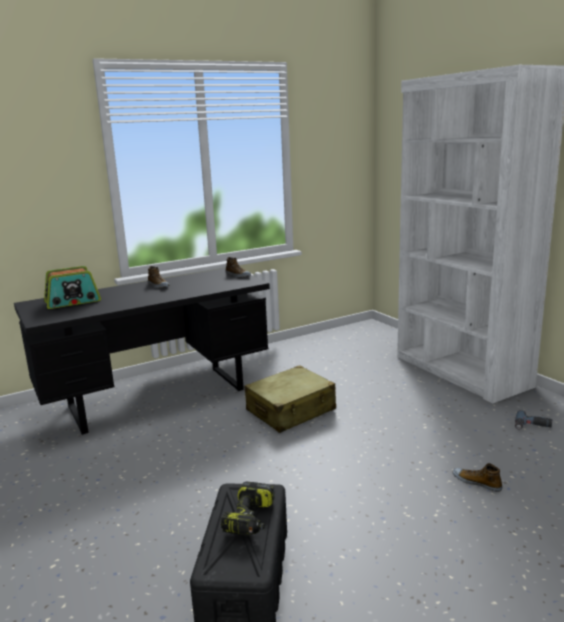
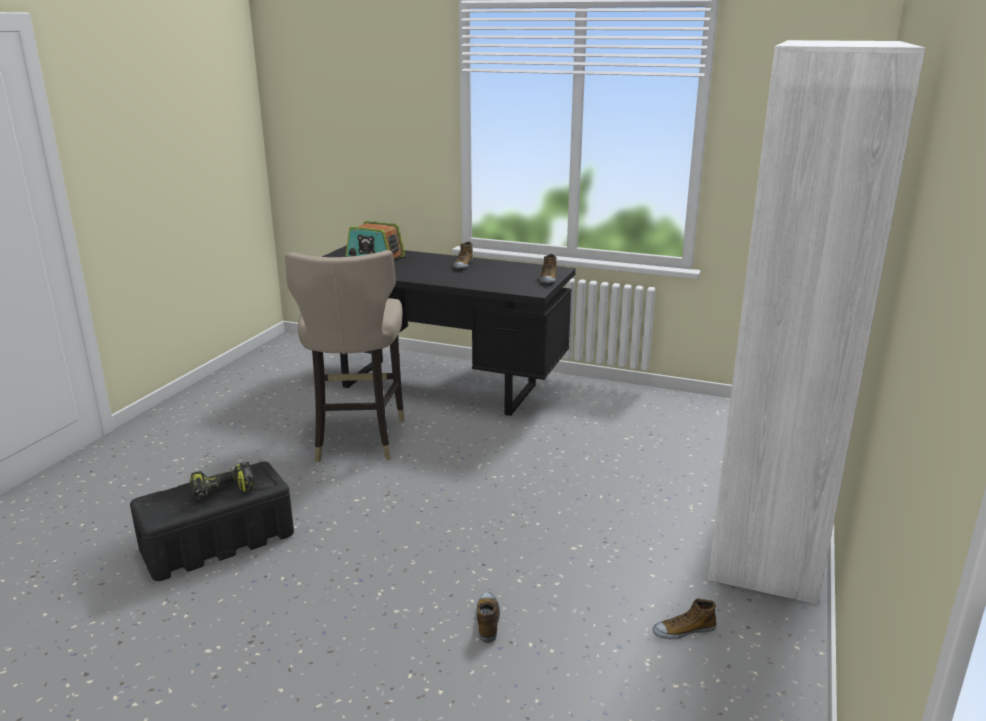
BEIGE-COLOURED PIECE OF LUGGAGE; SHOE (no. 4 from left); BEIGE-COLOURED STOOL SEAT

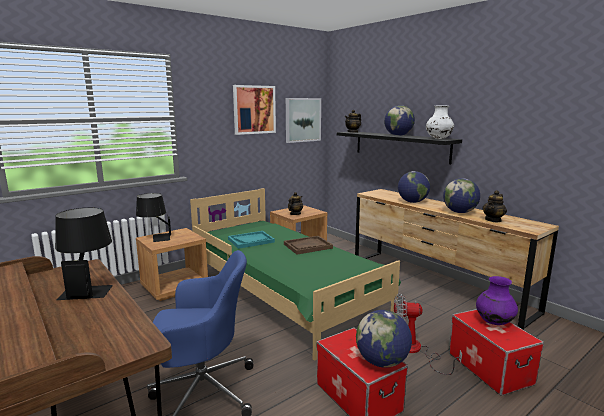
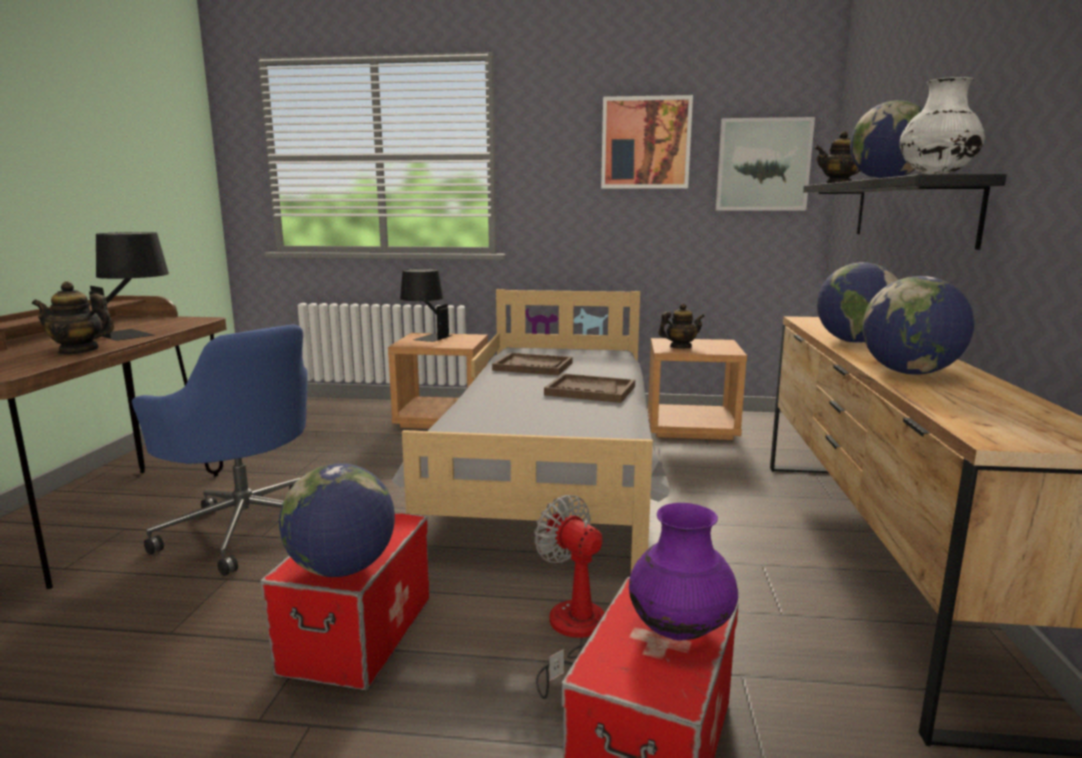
GRAY BEDROOM BED; BROWNISH TRAY (no. 1 from left); TEAPOT (no. 1 from left)

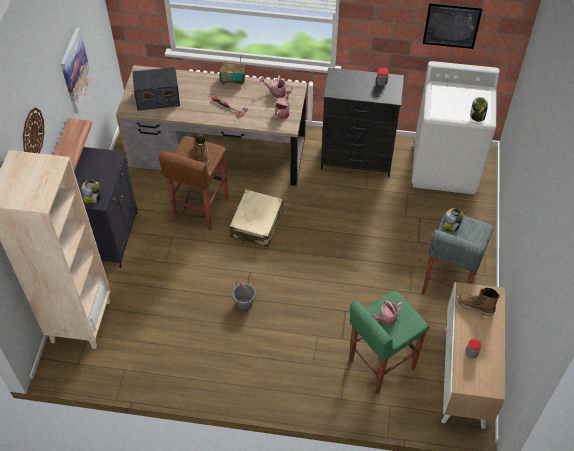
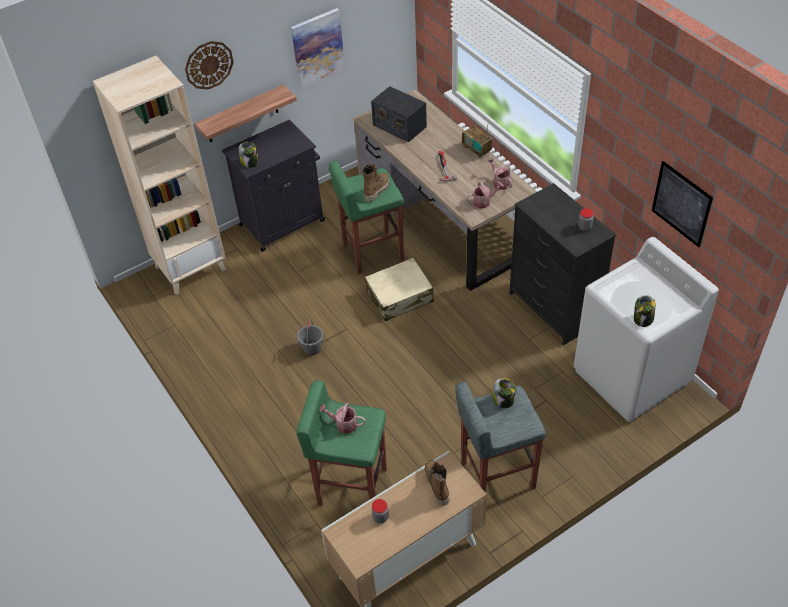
GREENISH STOOL SEAT (no. 2 from left)

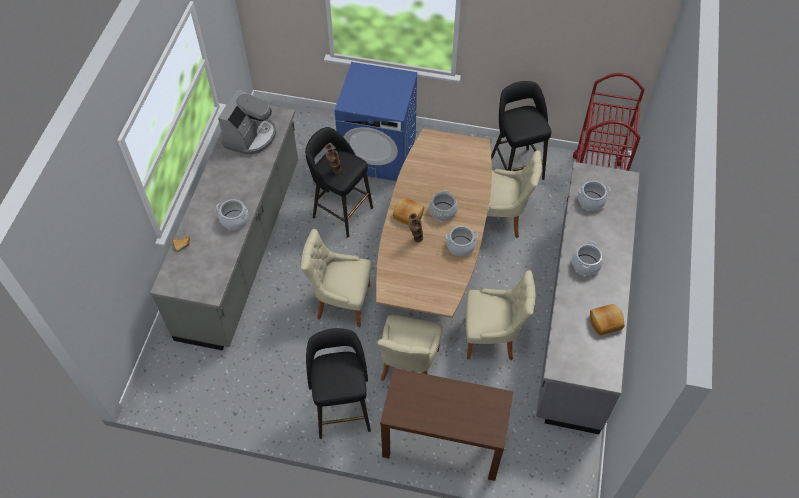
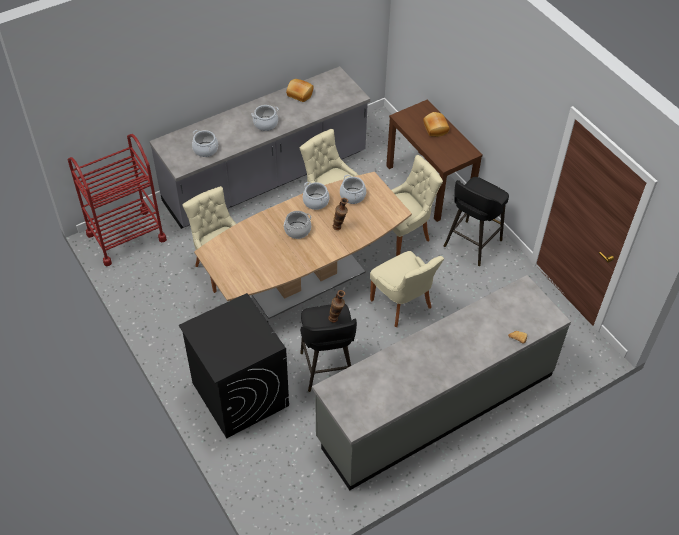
STOCKPOT (no. 5 from left); COFFEE MACHINE; BLACK-COLOURED WASHING MACHINE; BAKED BREAD (no. 2 from left); BLACK-COLOURED STOOL SEAT (no. 3 from left in the first image)

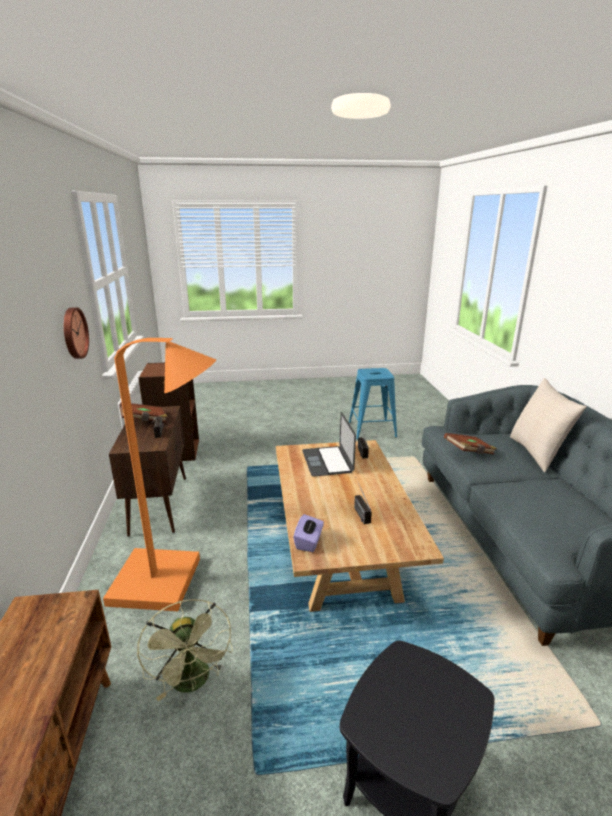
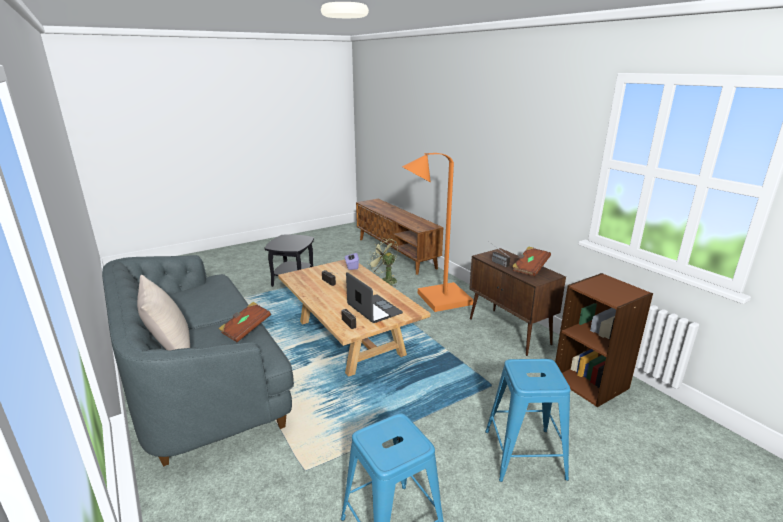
CLOCK ON THE WALL; BLUE-COLOURED STOOL SEAT (no. 2 from left)

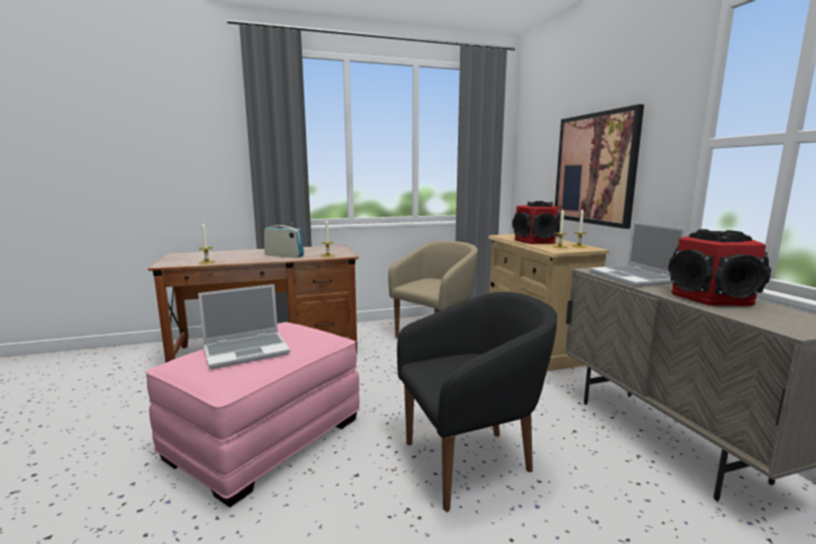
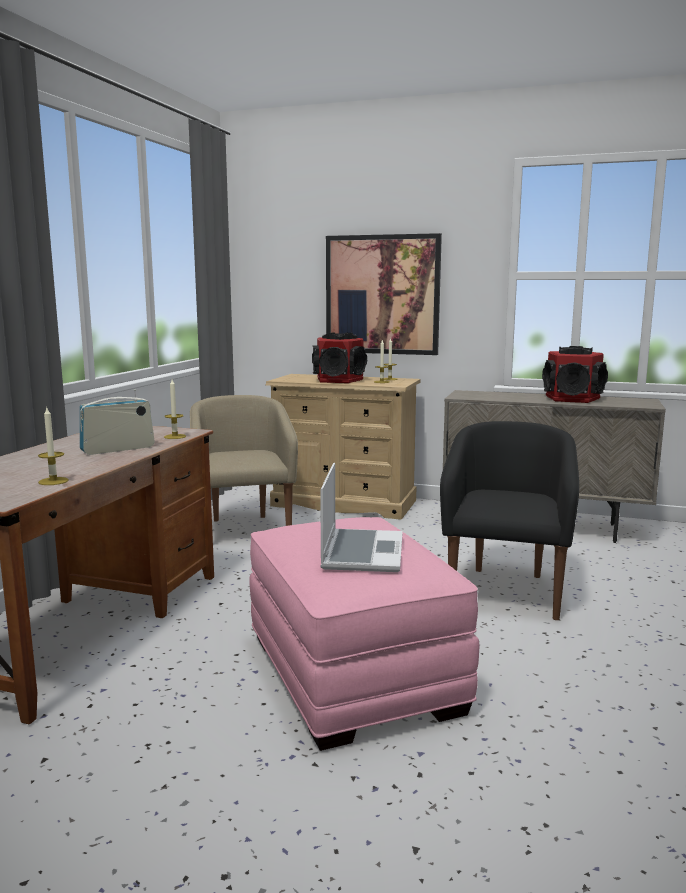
PORTABLE COMPUTER (no. 2 from left in the first image)

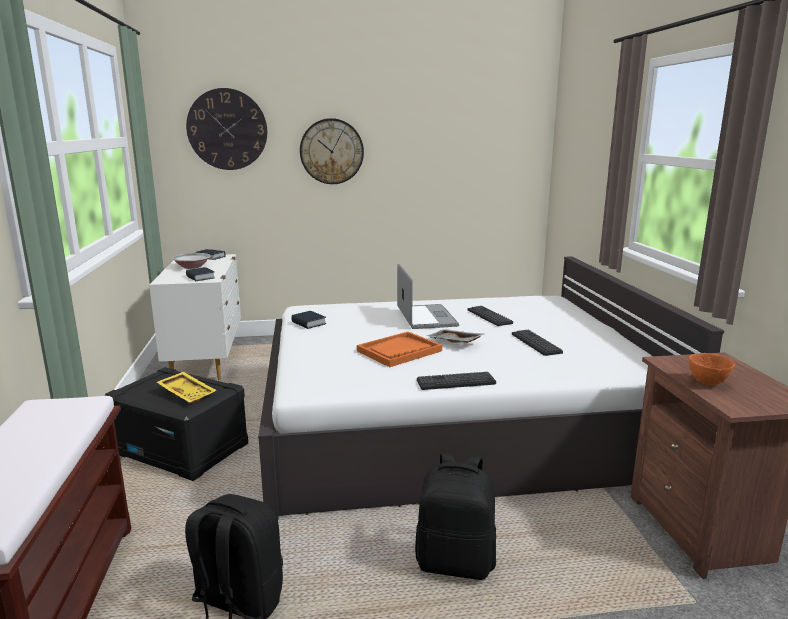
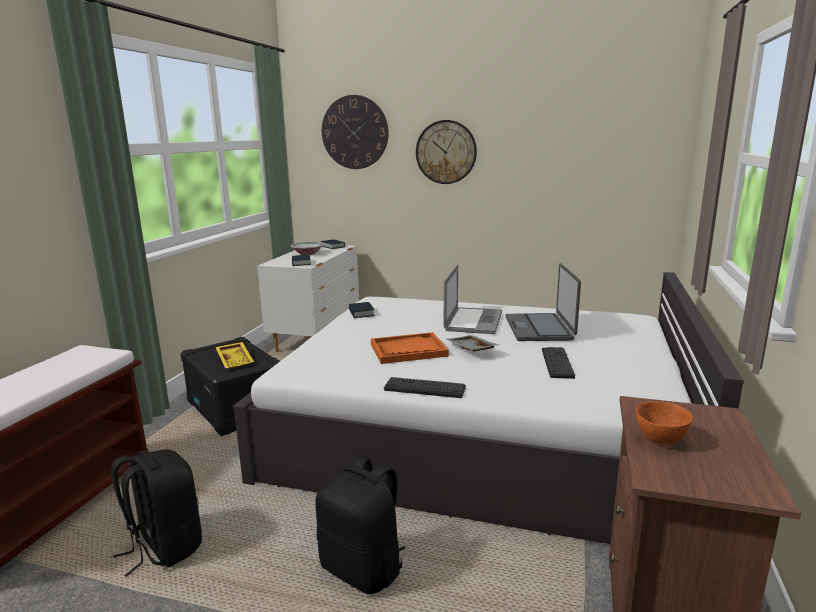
PORTABLE COMPUTER (no. 2 from left)

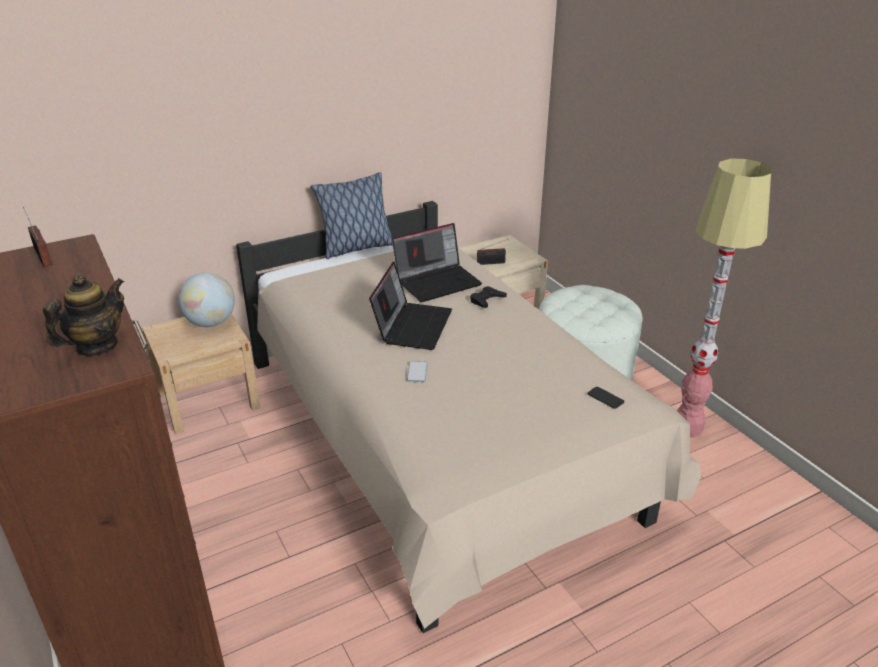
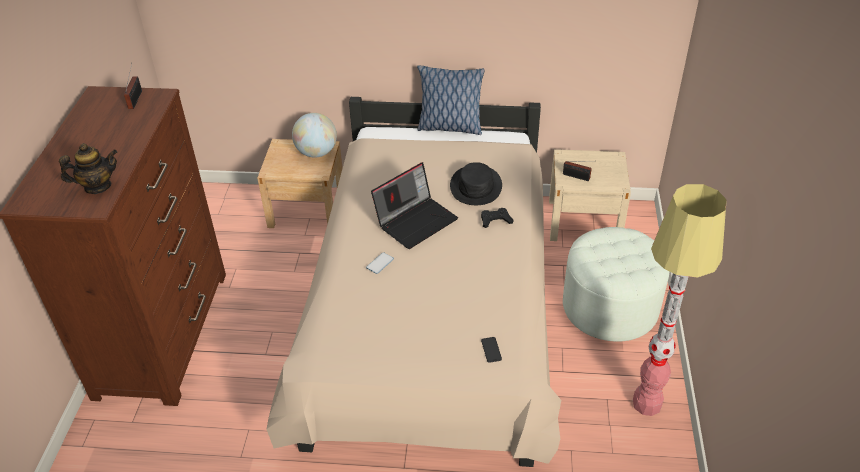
BLACK-COLOURED CLOTHING HAT

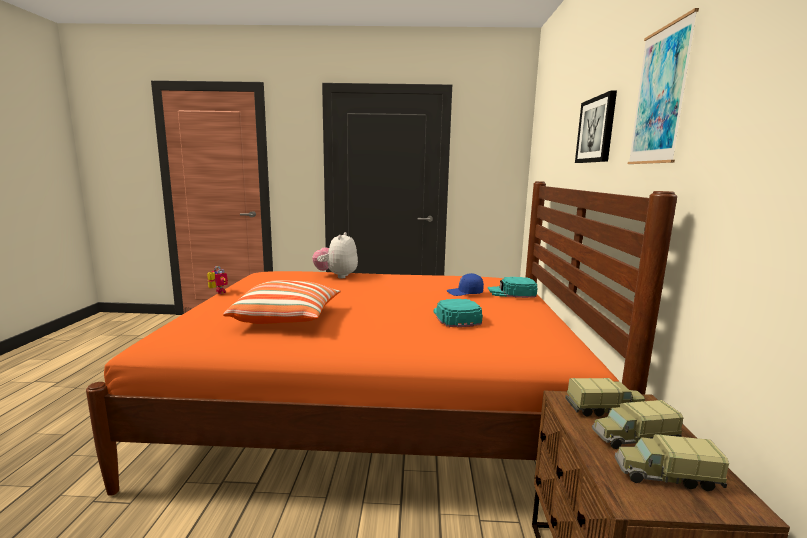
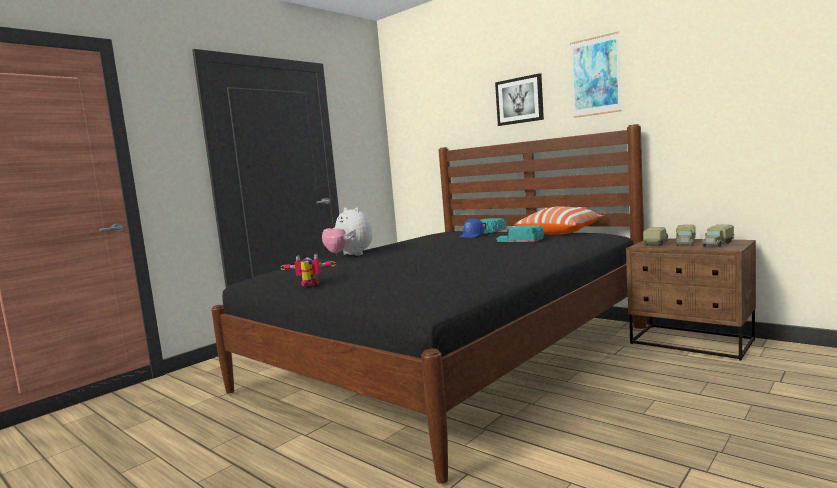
BLACK-COLOURED BEDROOM BED; CUSHION

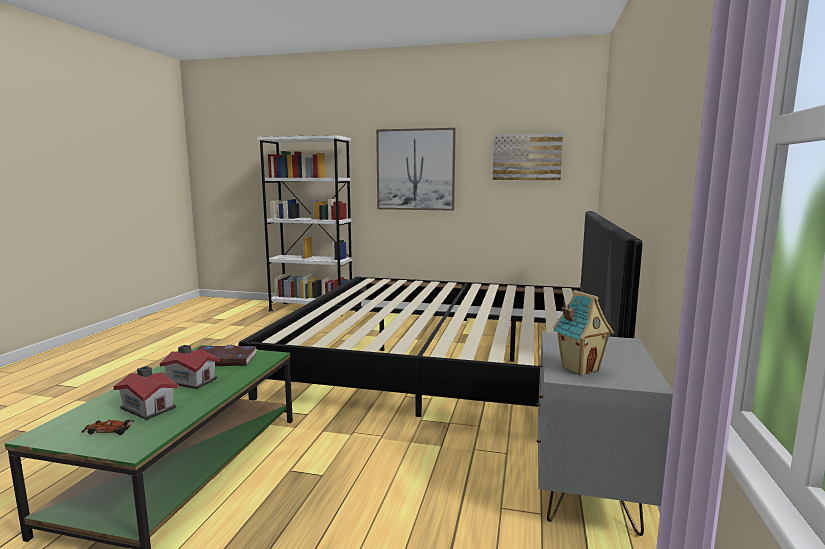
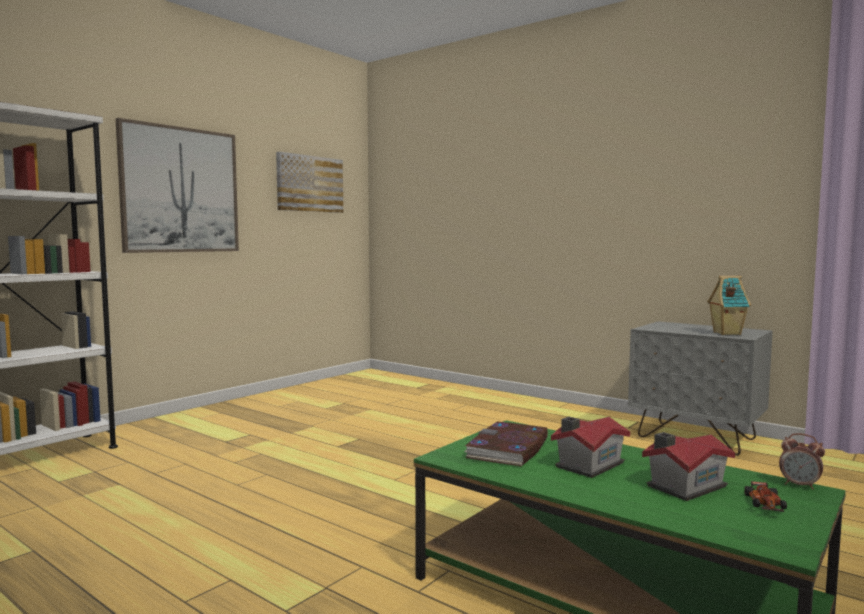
BEDROOM BED; TABLE CLOCK

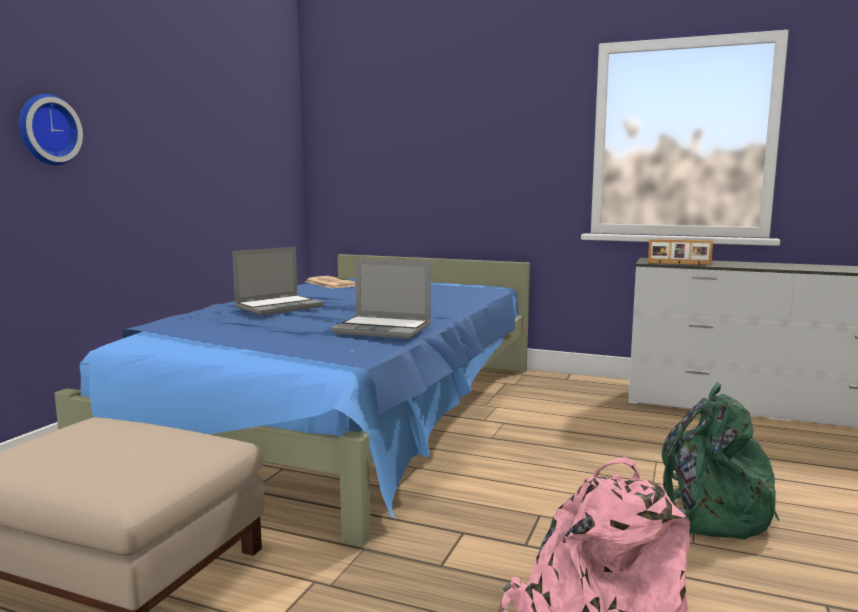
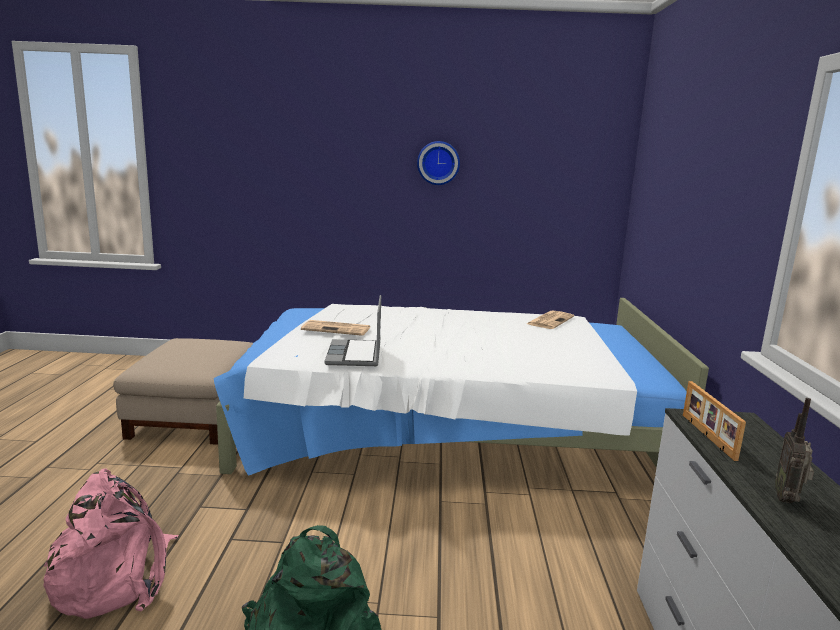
CLOCK ON THE WALL; WHITISH BEDROOM BED; PORTABLE COMPUTER (no. 1 from left in the first image); DAILY PAPER (no. 1 from left); RADIO

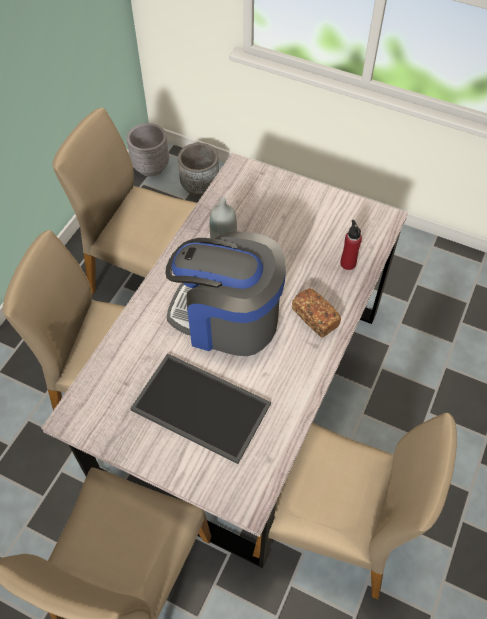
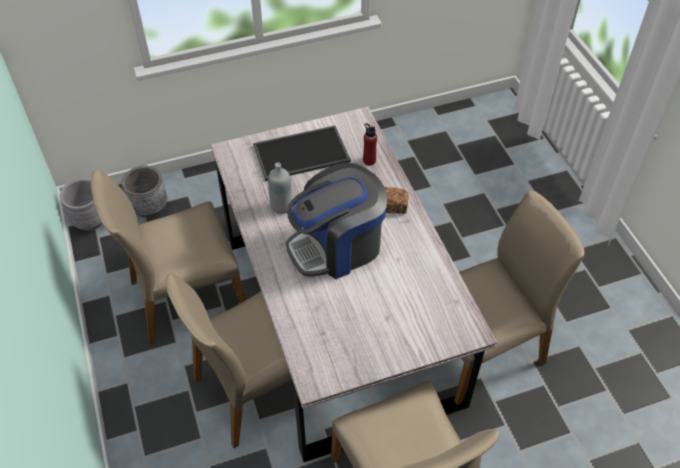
TRAY

